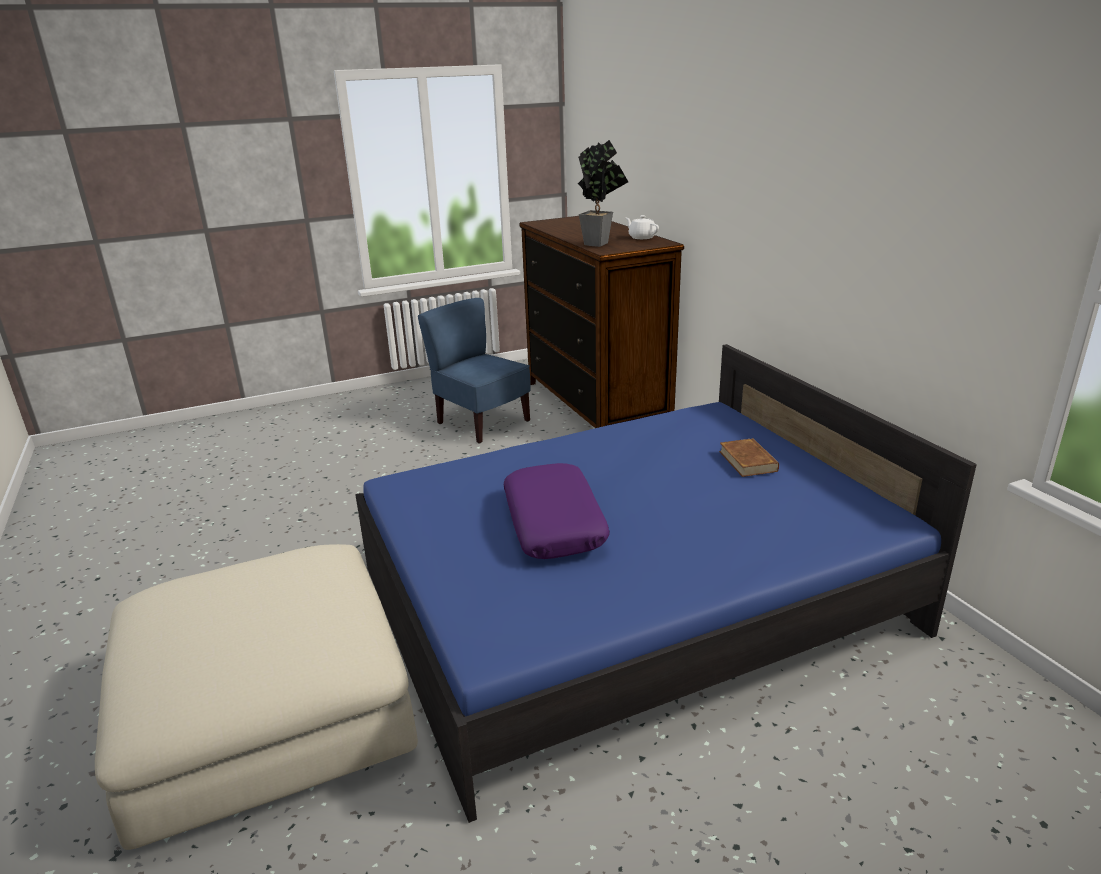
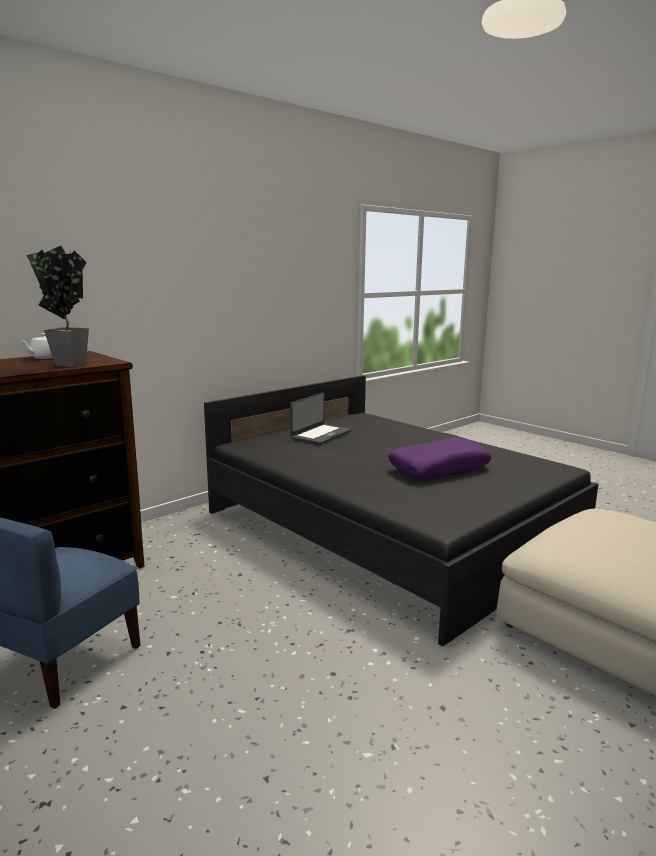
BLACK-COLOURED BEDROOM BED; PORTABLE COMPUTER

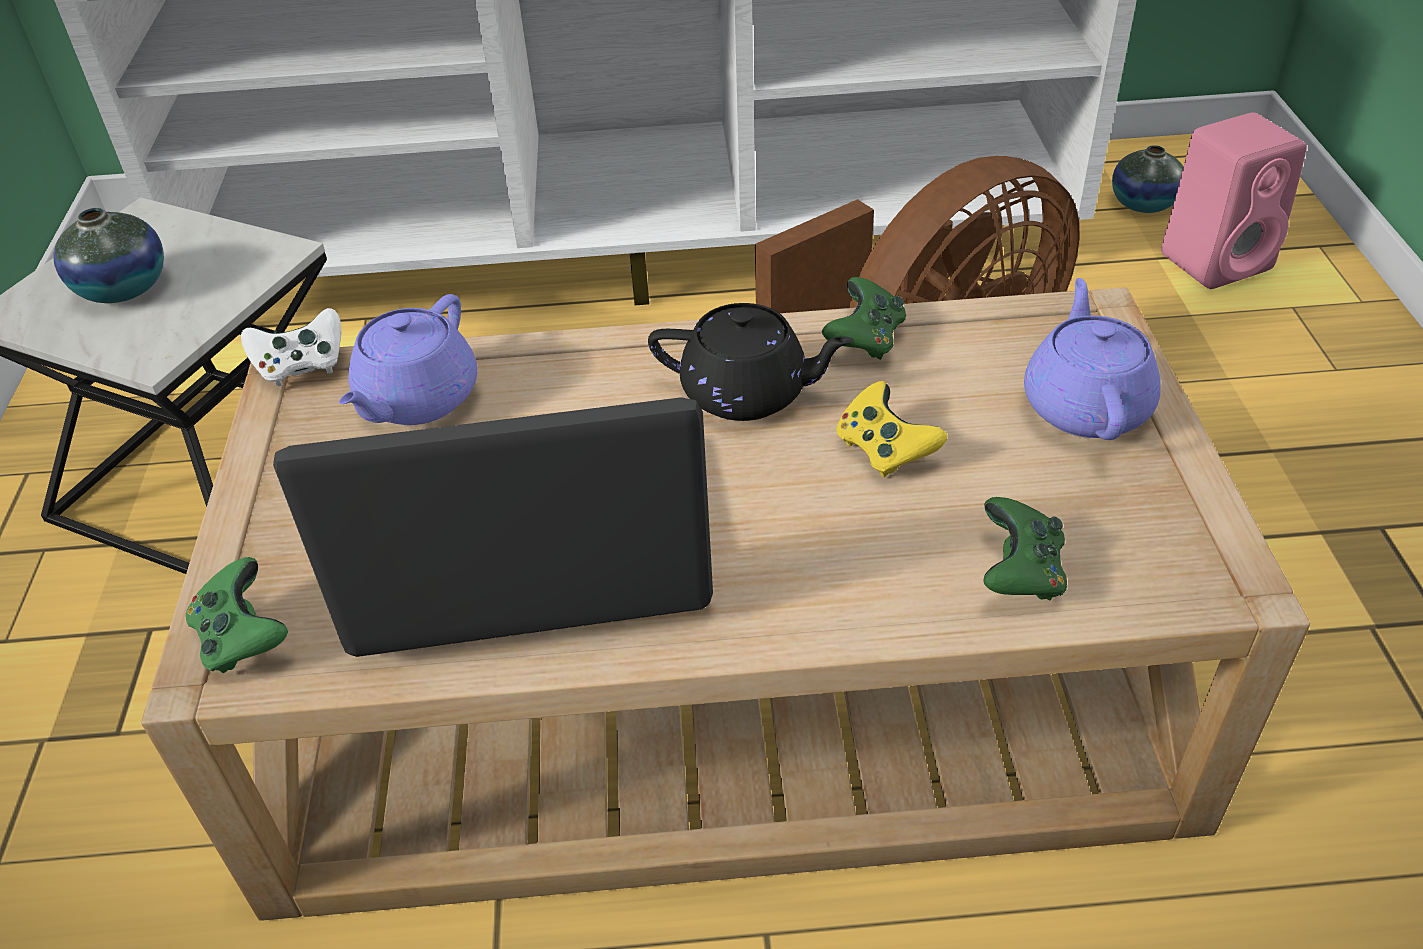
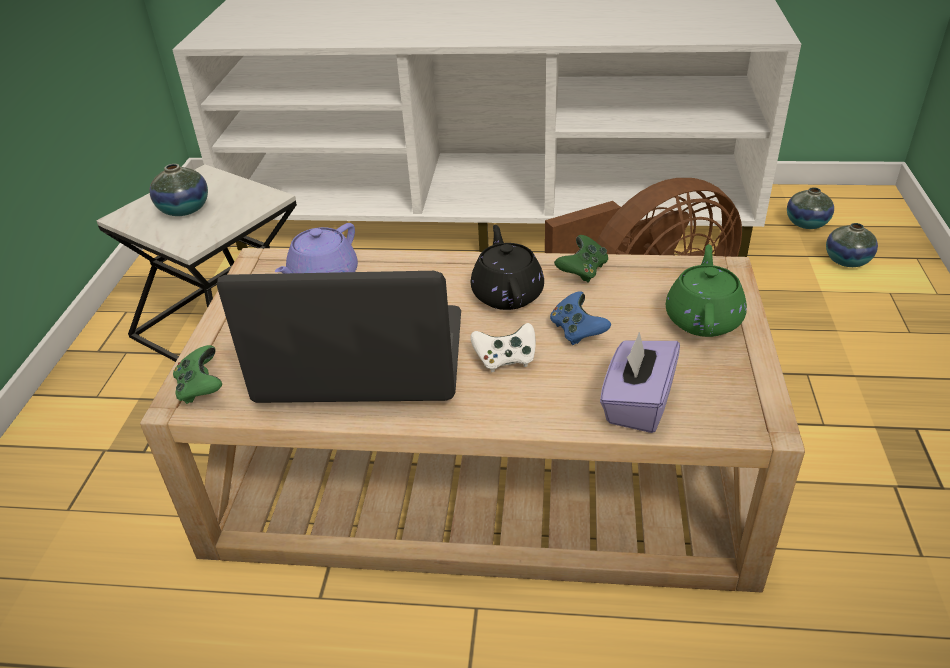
WHITISH JOYPAD; BLACK-COLOURED TEAPOT; BLUE-COLOURED JOYPAD; PURPLISH BOX OF TISSUES; GREENISH TEAPOT; DECORATIVE VASE (no. 3 from left)

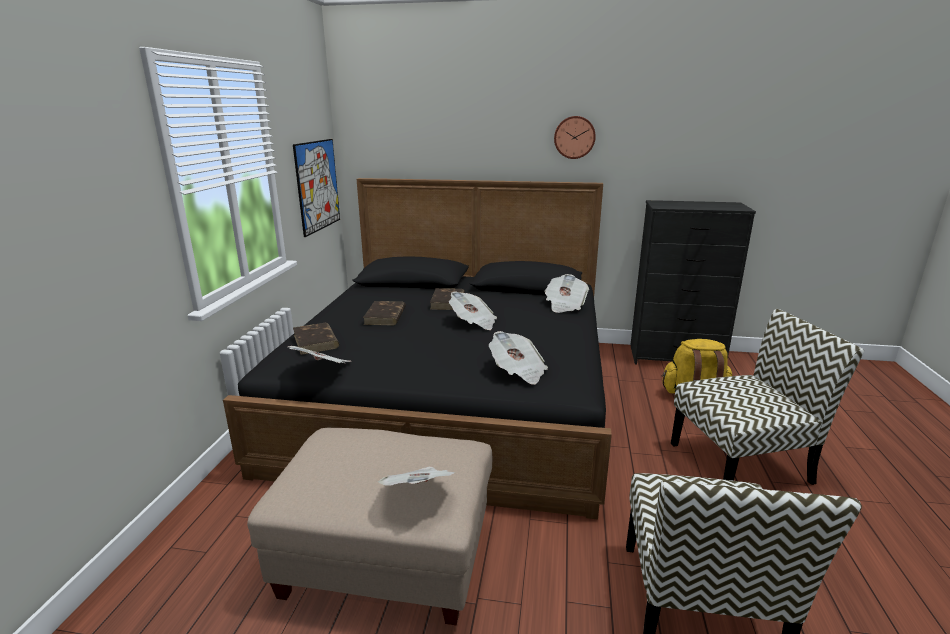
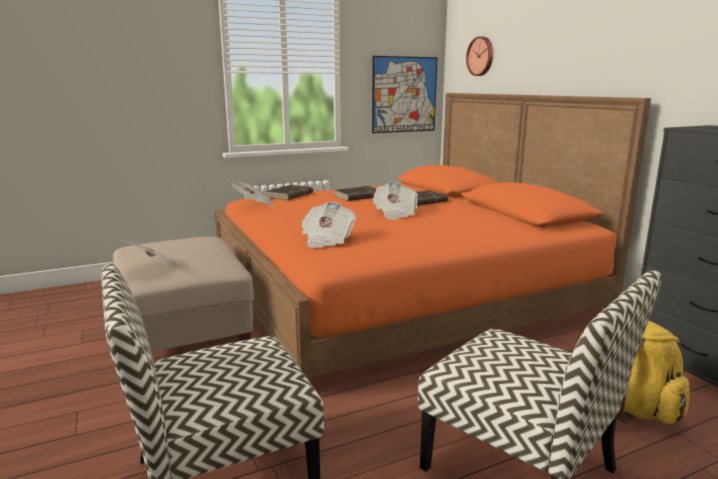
ORANGE-COLOURED BEDROOM BED; DAILY PAPER (no. 5 from left in the first image); CLOCK ON THE WALL

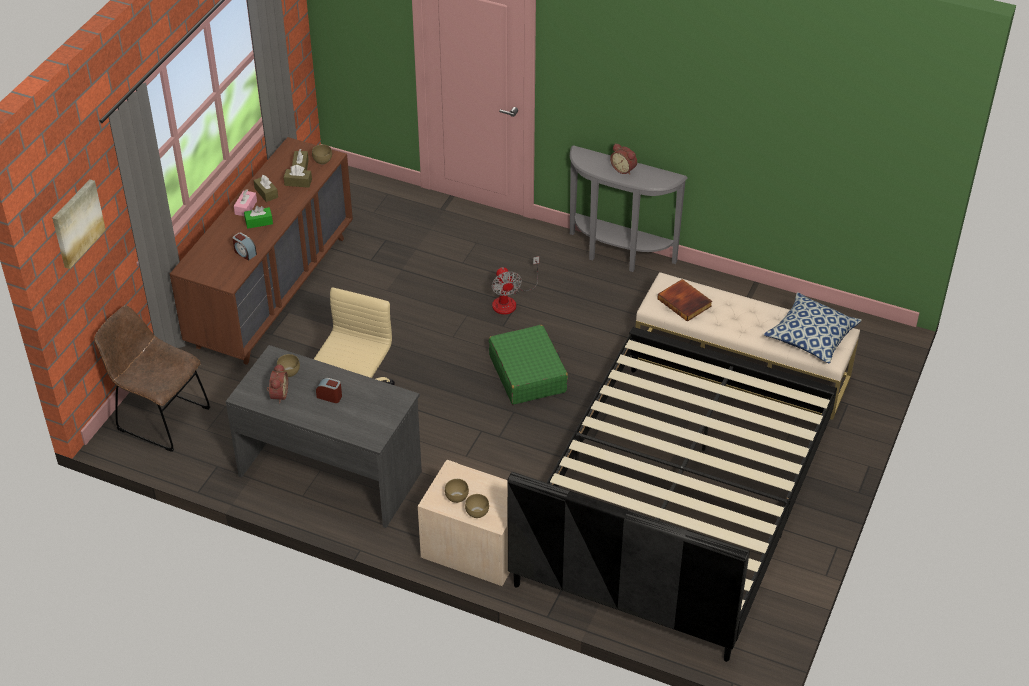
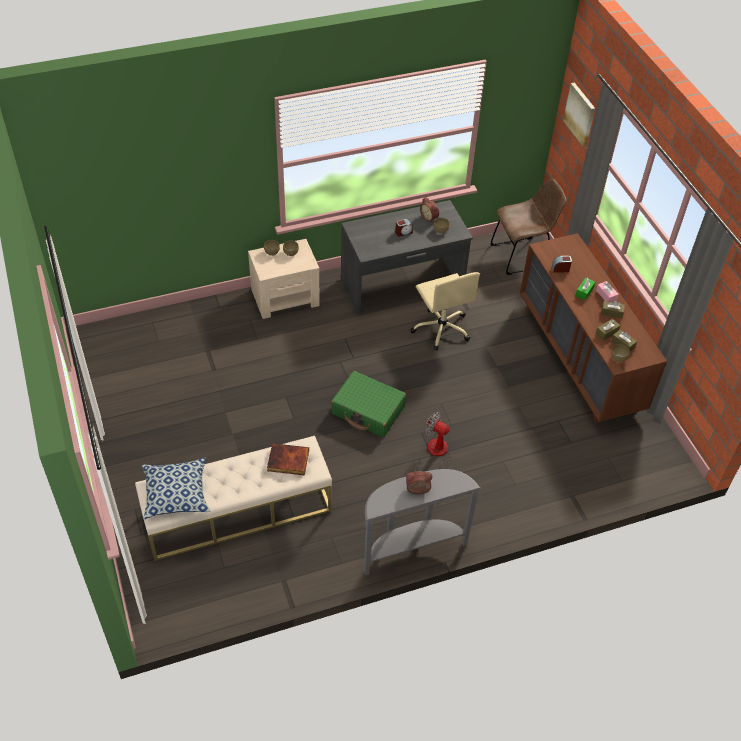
BLACK-COLOURED BEDROOM BED

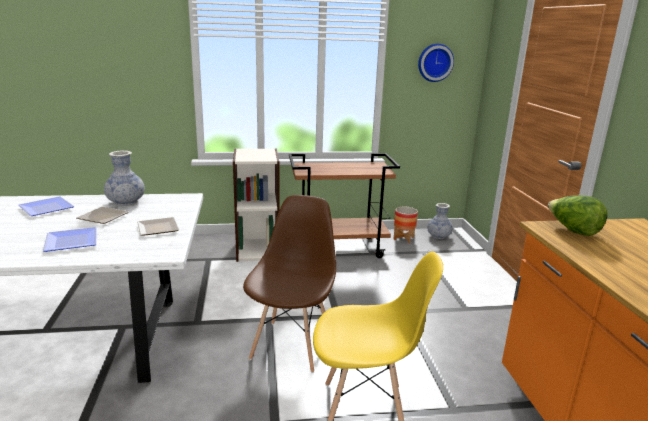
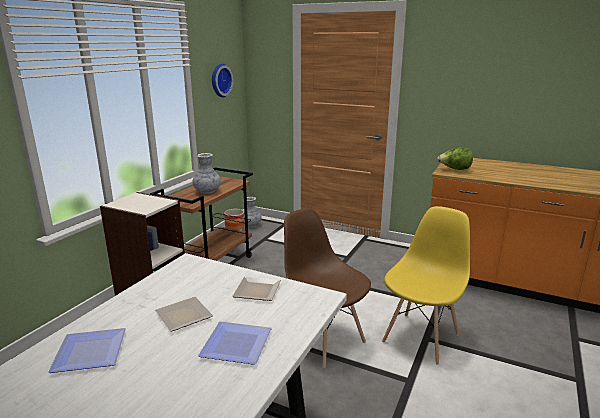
DECORATIVE VASE (no. 1 from left)

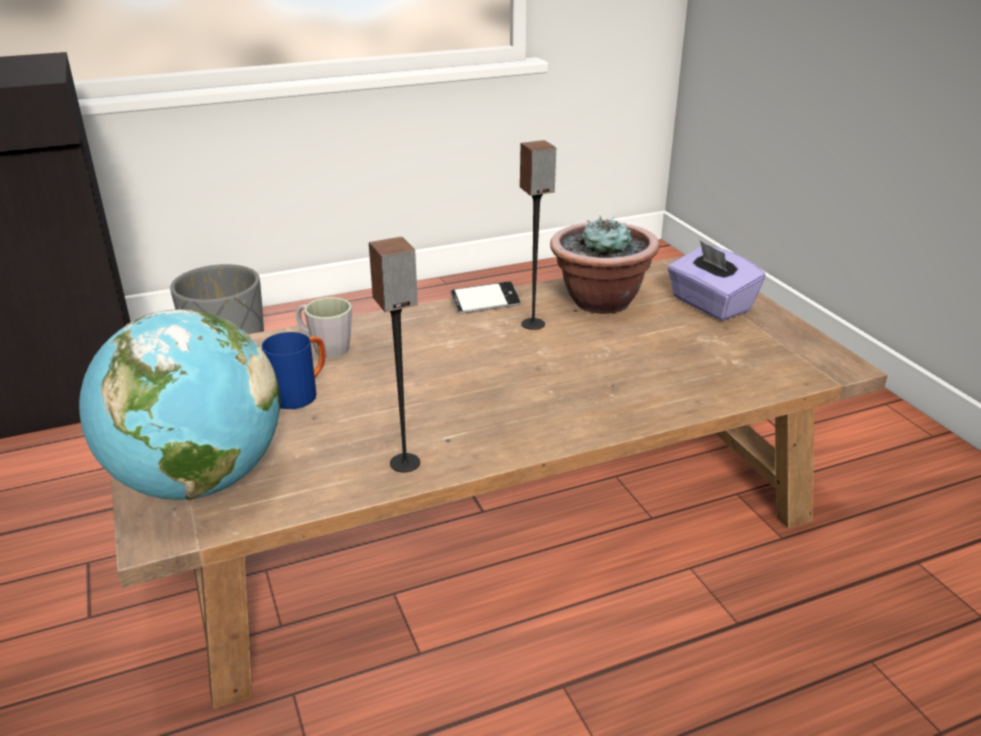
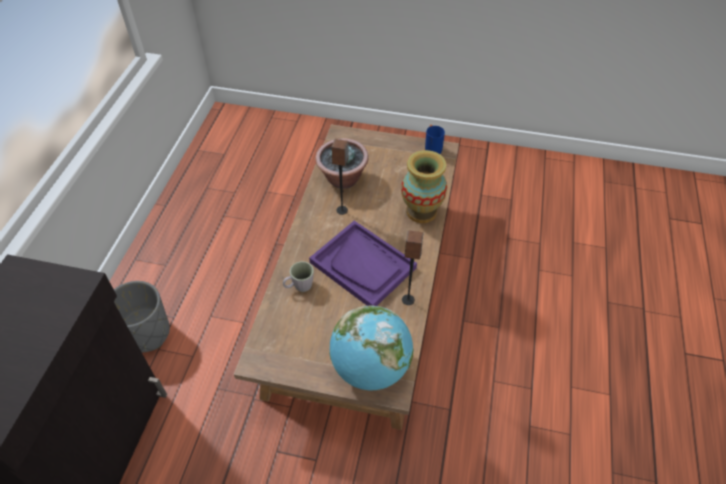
BLUE-COLOURED MUG; HANDSET; PURPLISH BOX OF TISSUES; PURPLISH TRAY; DECORATIVE VASE

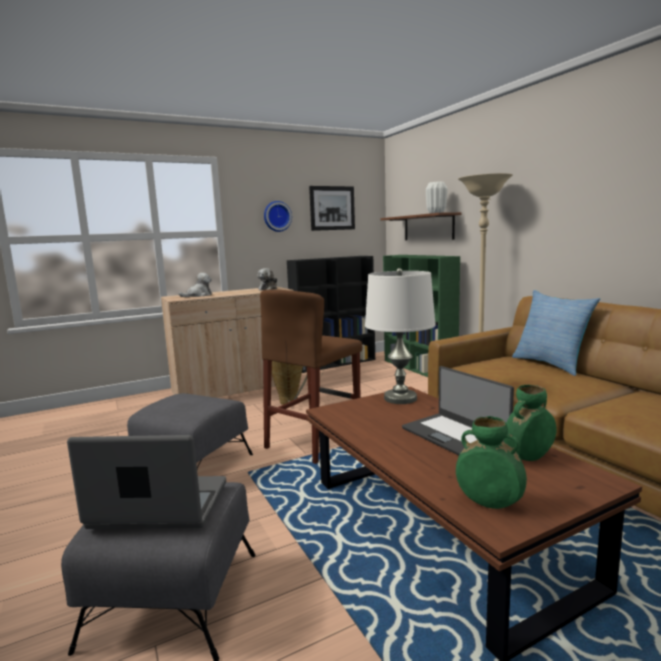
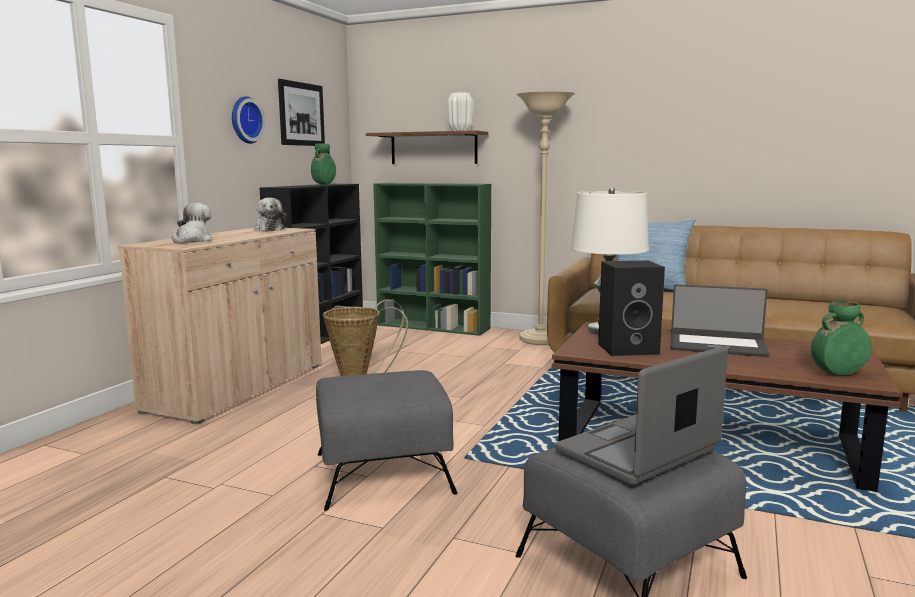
BROWNISH STOOL SEAT; GREENISH DECORATIVE VASE (no. 1 from left); BLACK-COLOURED SPEAKER

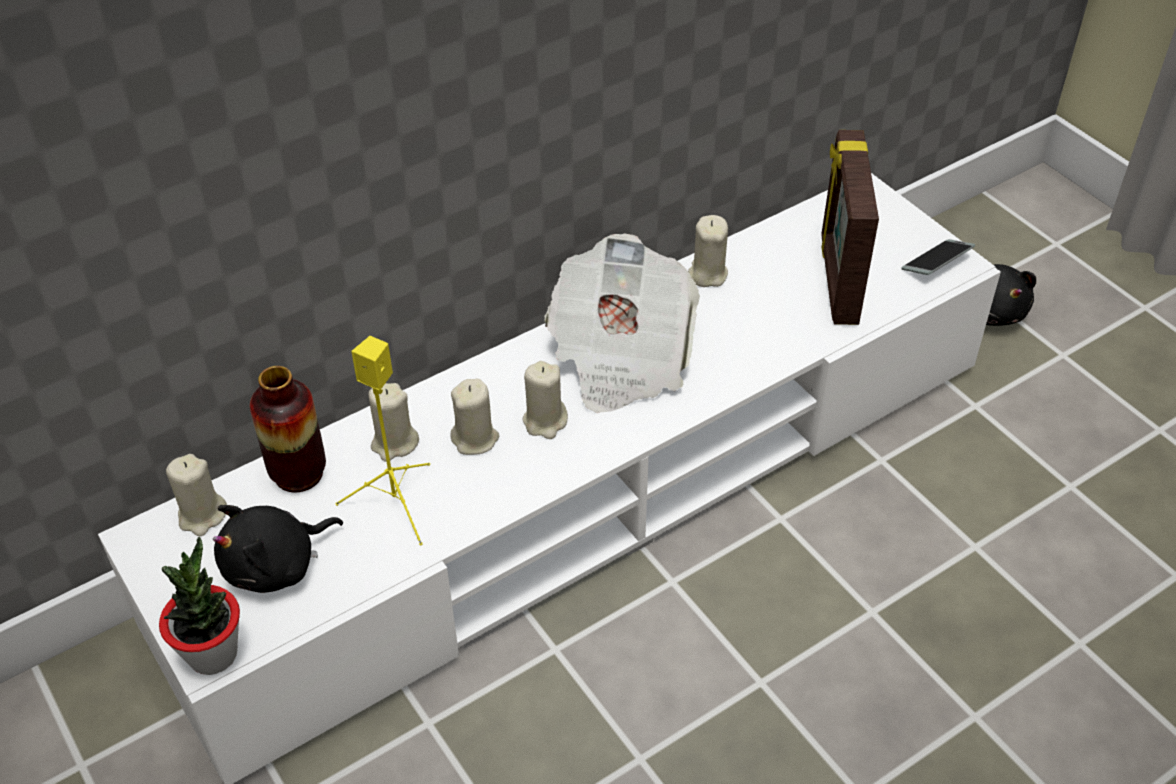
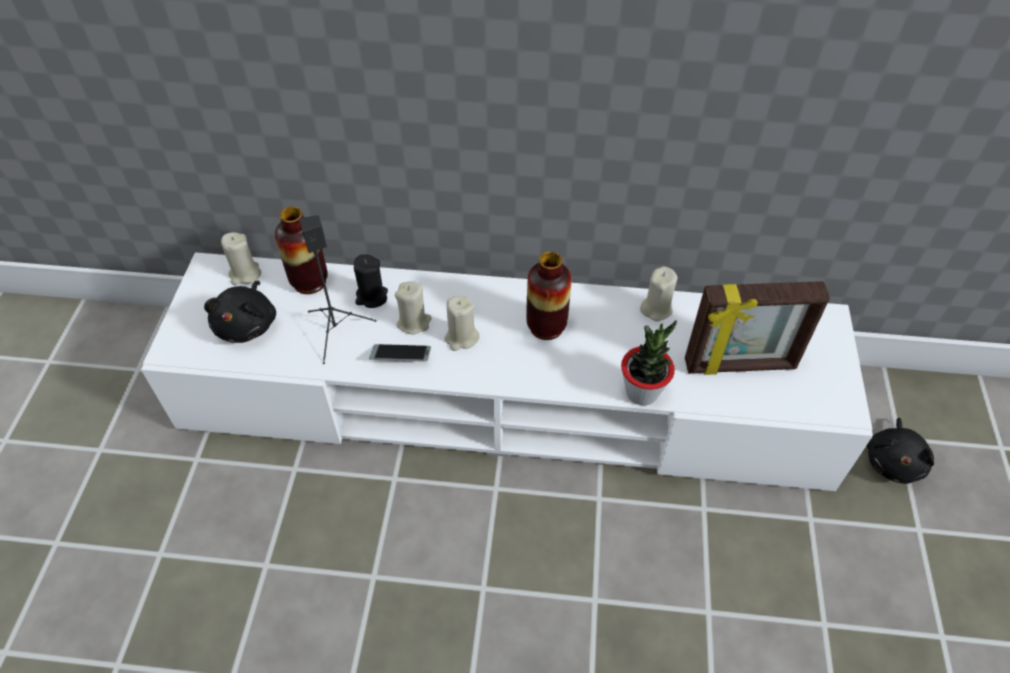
HOUSEPLANT; BLACK-COLOURED PLUSH TOY (no. 1 from left); BLACK-COLOURED SPEAKER; BLACK-COLOURED WAX LIGHT; DECORATIVE VASE (no. 2 from left); STANDING FRAME; HANDSET

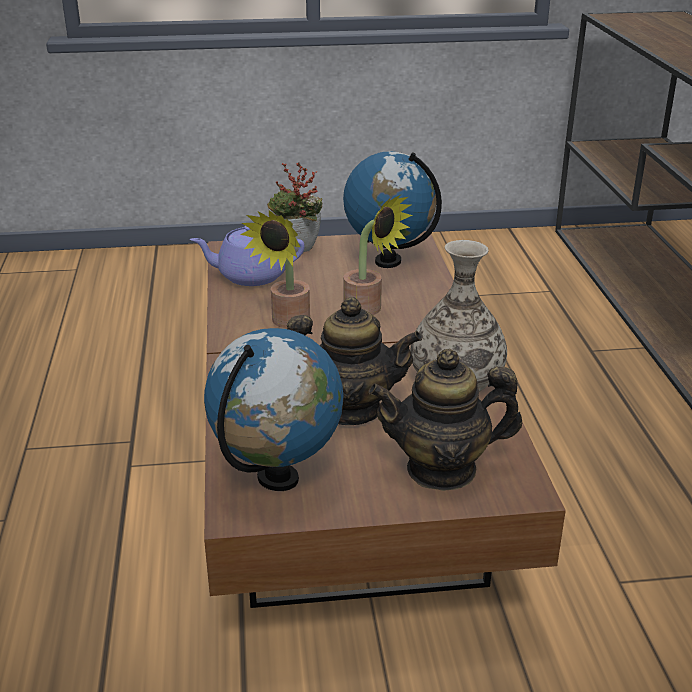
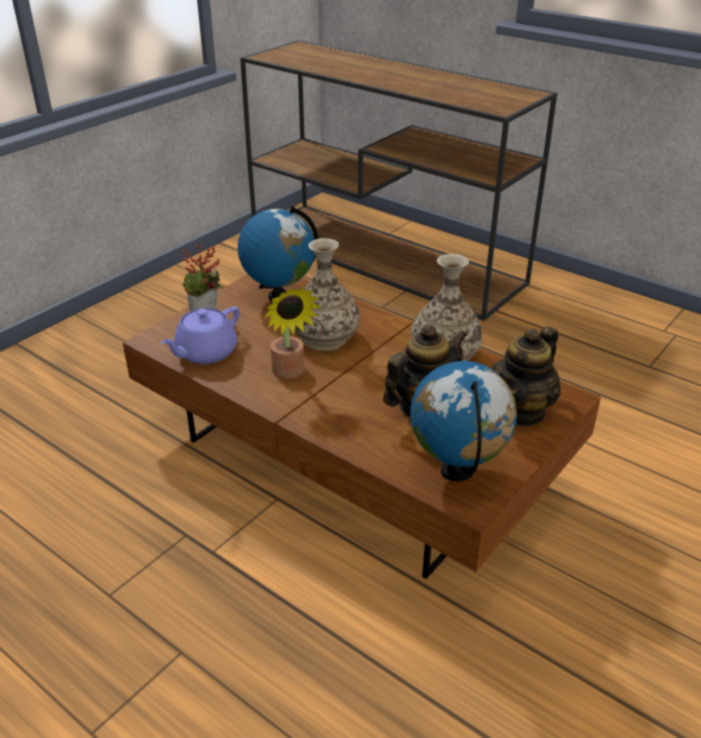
DECORATIVE VASE (no. 1 from left)

